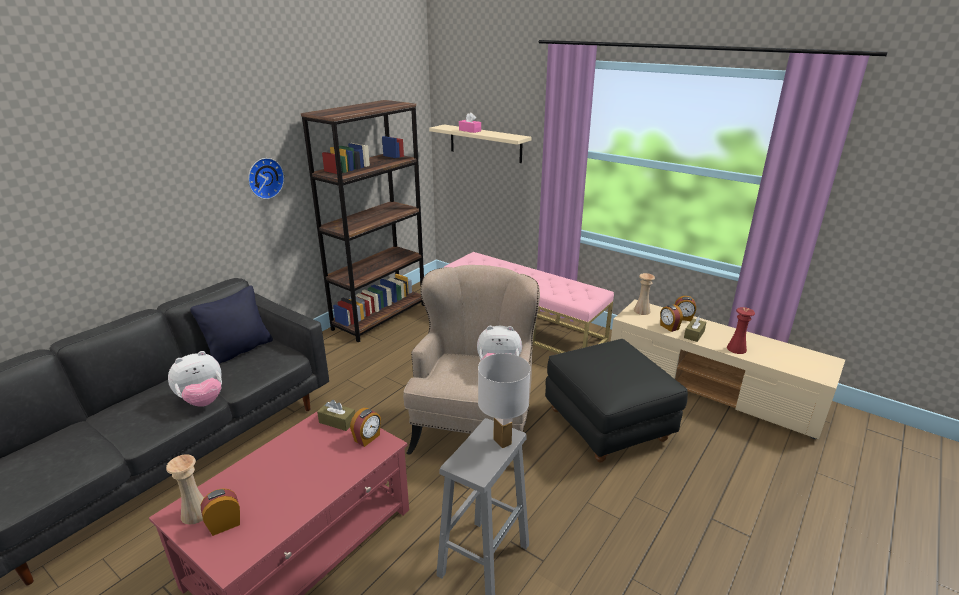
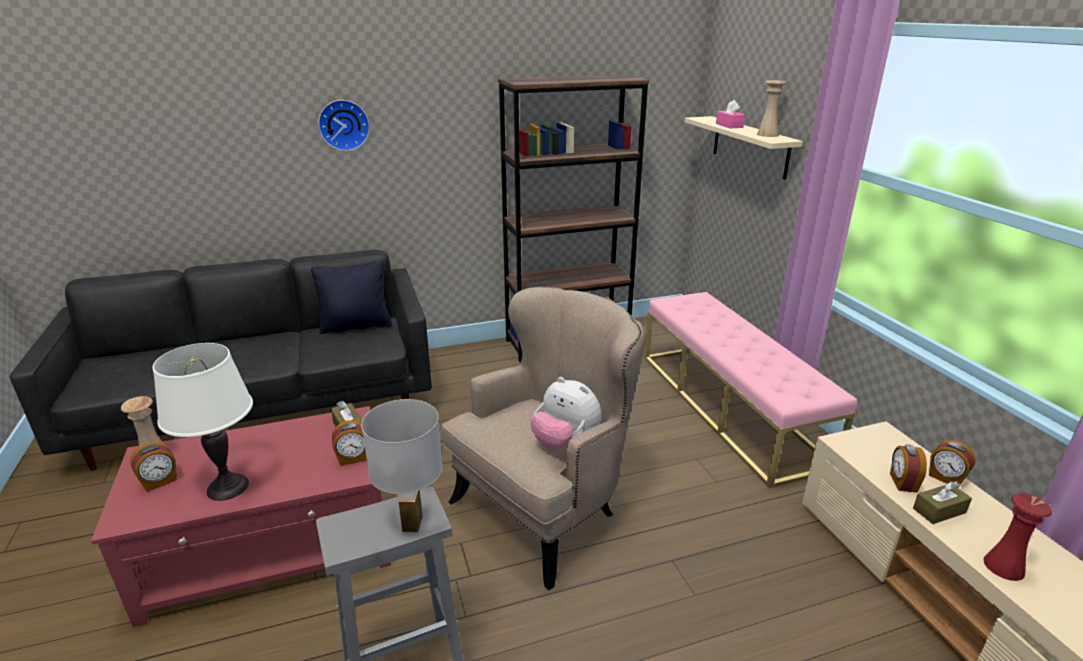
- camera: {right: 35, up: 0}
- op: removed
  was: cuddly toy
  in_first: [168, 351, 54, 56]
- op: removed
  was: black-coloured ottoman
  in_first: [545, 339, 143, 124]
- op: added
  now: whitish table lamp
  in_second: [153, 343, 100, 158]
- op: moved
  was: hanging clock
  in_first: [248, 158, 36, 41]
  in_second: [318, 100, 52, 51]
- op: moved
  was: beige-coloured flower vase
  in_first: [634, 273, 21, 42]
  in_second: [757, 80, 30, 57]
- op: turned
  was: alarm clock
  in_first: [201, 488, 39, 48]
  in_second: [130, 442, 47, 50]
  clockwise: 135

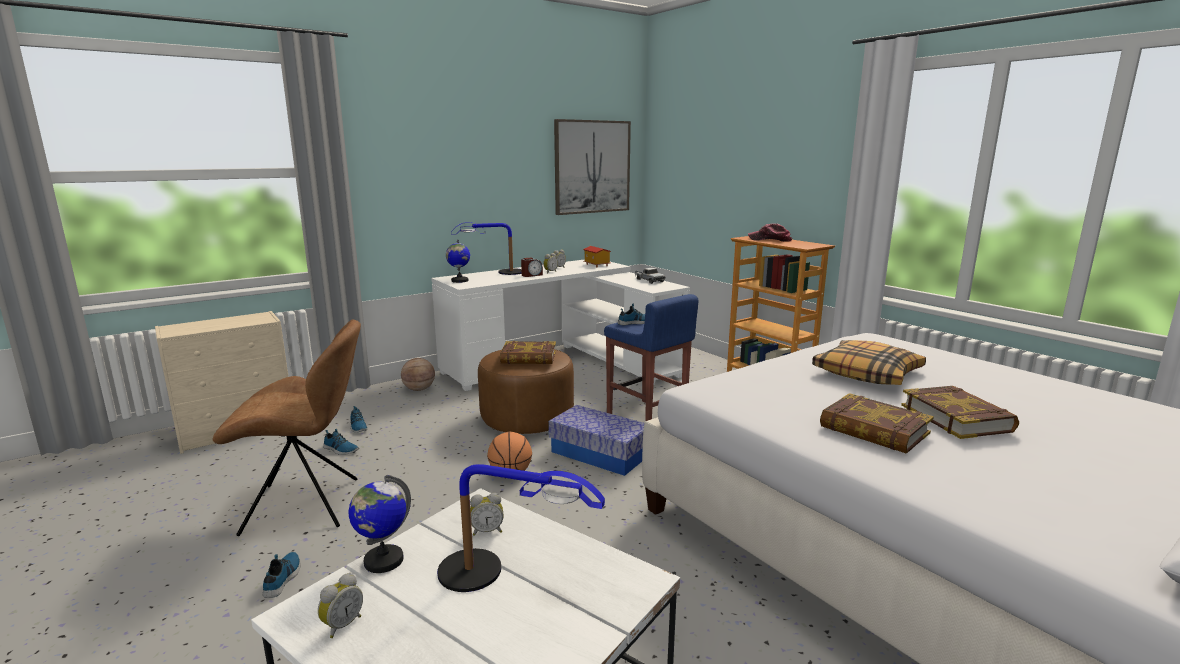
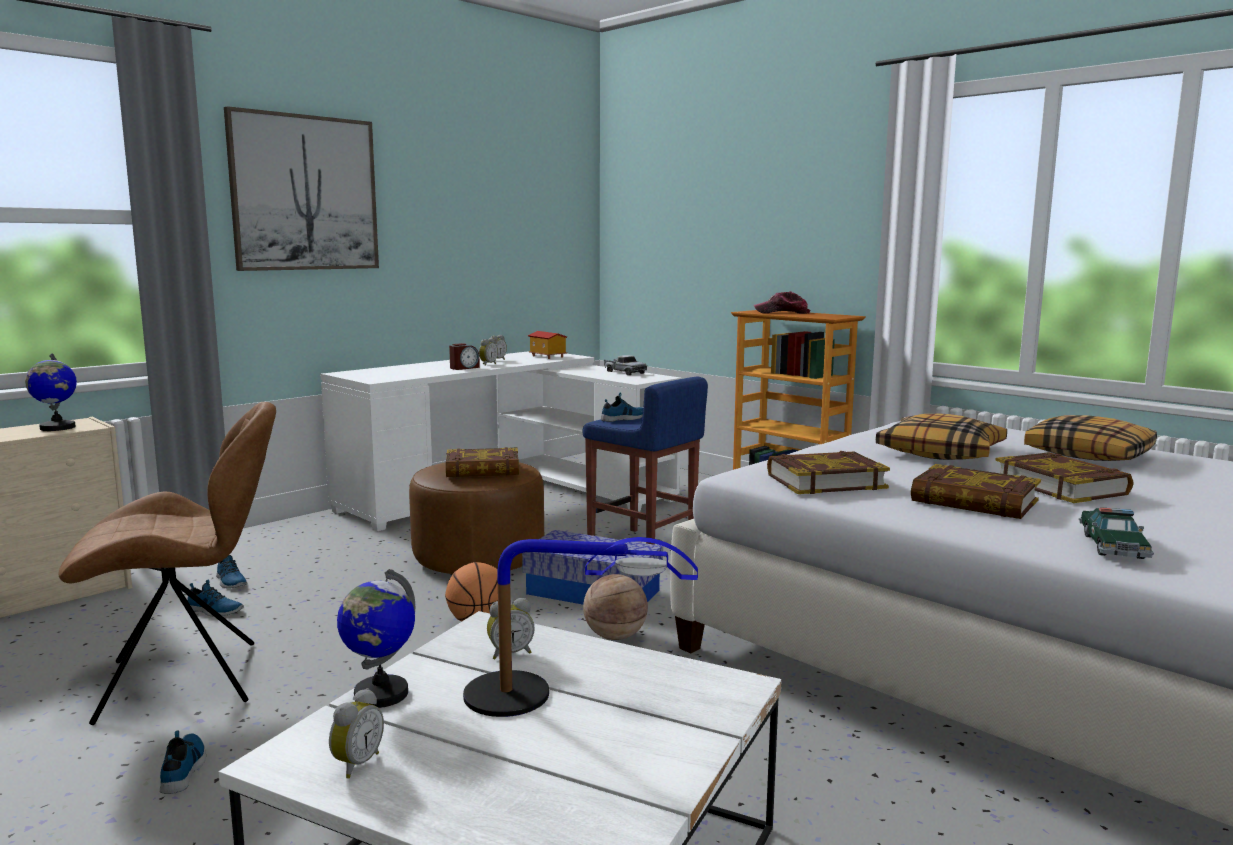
- camera: {right: -10, up: -5}
- op: removed
  was: table lamp
  in_first: [451, 222, 71, 53]
- op: added
  now: volume
  in_second: [767, 451, 123, 43]
- op: added
  now: throw pillow
  in_second: [1024, 415, 133, 46]
- op: added
  now: toy car
  in_second: [1079, 507, 75, 52]
- op: moved
  was: basketball ball
  in_first: [401, 358, 34, 33]
  in_second: [583, 574, 65, 66]
- op: moved
  was: globe
  in_first: [446, 240, 24, 43]
  in_second: [25, 353, 52, 78]
- op: moved
  was: wall art
  in_first: [554, 119, 77, 96]
  in_second: [224, 106, 155, 165]

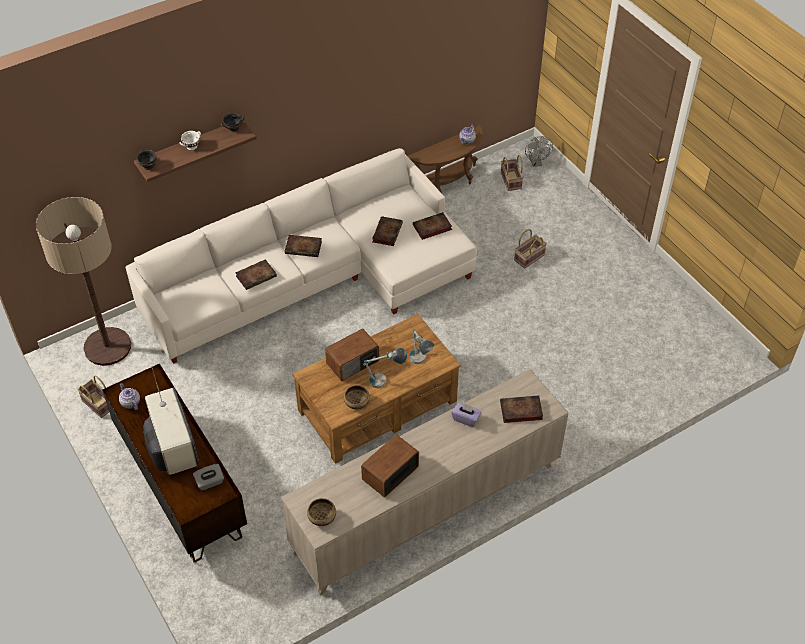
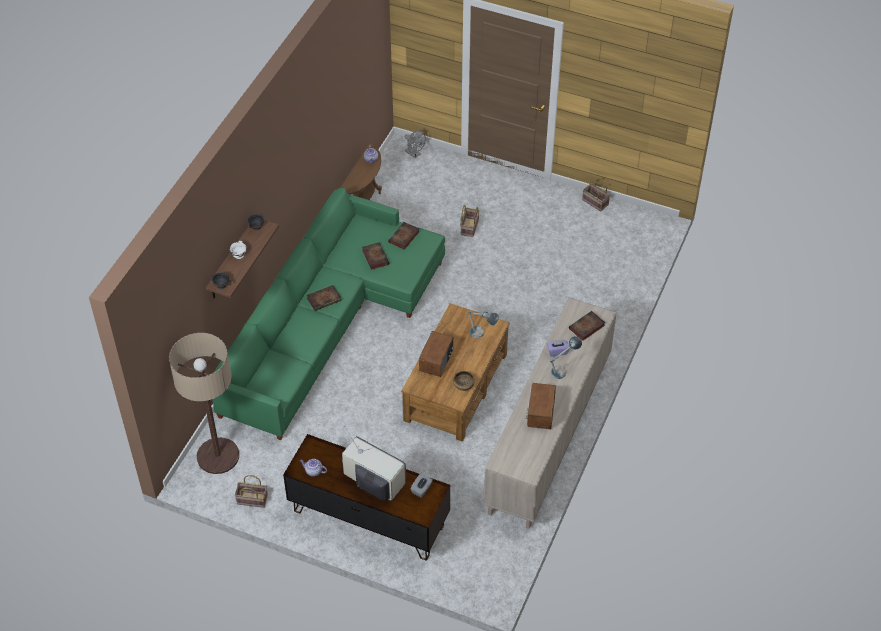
- camera: {right: -35, up: 0}
- op: removed
  was: volume
  in_first: [235, 259, 42, 31]
- op: removed
  was: bowl
  in_first: [307, 498, 29, 28]
- op: moved
  was: table lamp
  in_first: [364, 348, 43, 40]
  in_second: [550, 336, 32, 43]
- op: moved
  was: household basket
  in_first: [501, 155, 22, 36]
  in_second: [582, 178, 28, 34]
- op: recoloured
  was: whitish couch
  now: green couch
  in_first: [126, 148, 351, 216]
  in_second: [212, 188, 233, 252]

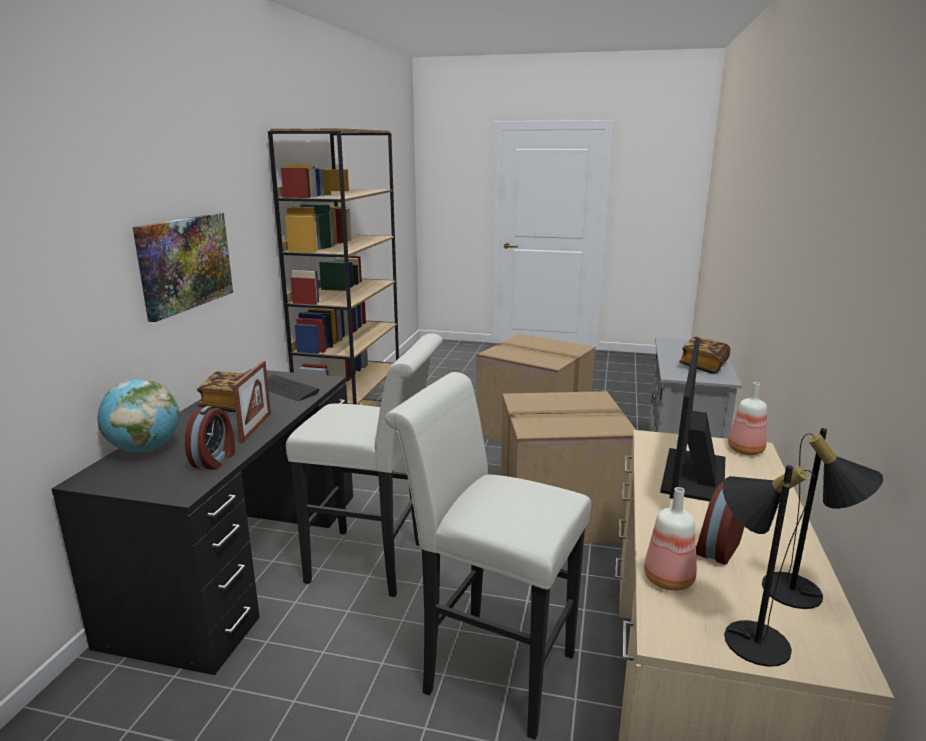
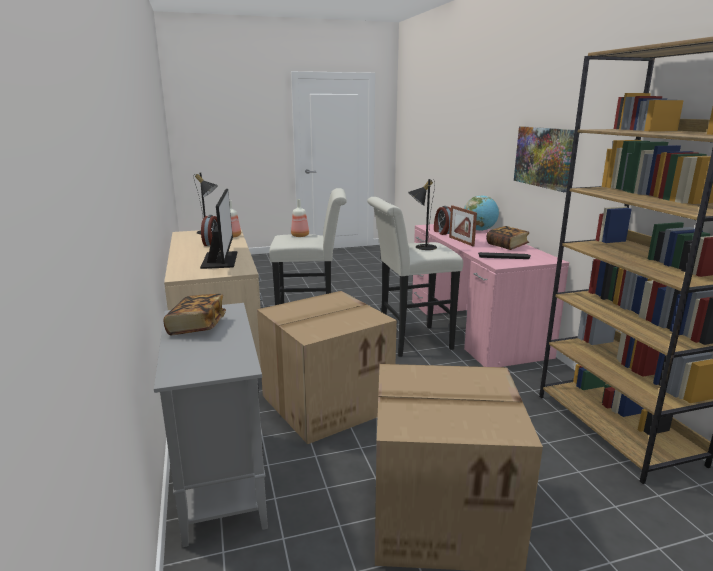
- camera: {right: 150, up: 0}
- op: moved
  was: beverage bottle
  in_first: [728, 382, 39, 73]
  in_second: [291, 199, 18, 38]
- op: moved
  was: black-coloured table lamp
  in_first: [762, 428, 121, 181]
  in_second: [408, 179, 29, 71]
- op: recoloured
  was: black-coloured desk table
  now: pink desk table
  in_first: [51, 369, 302, 306]
  in_second: [412, 224, 157, 143]

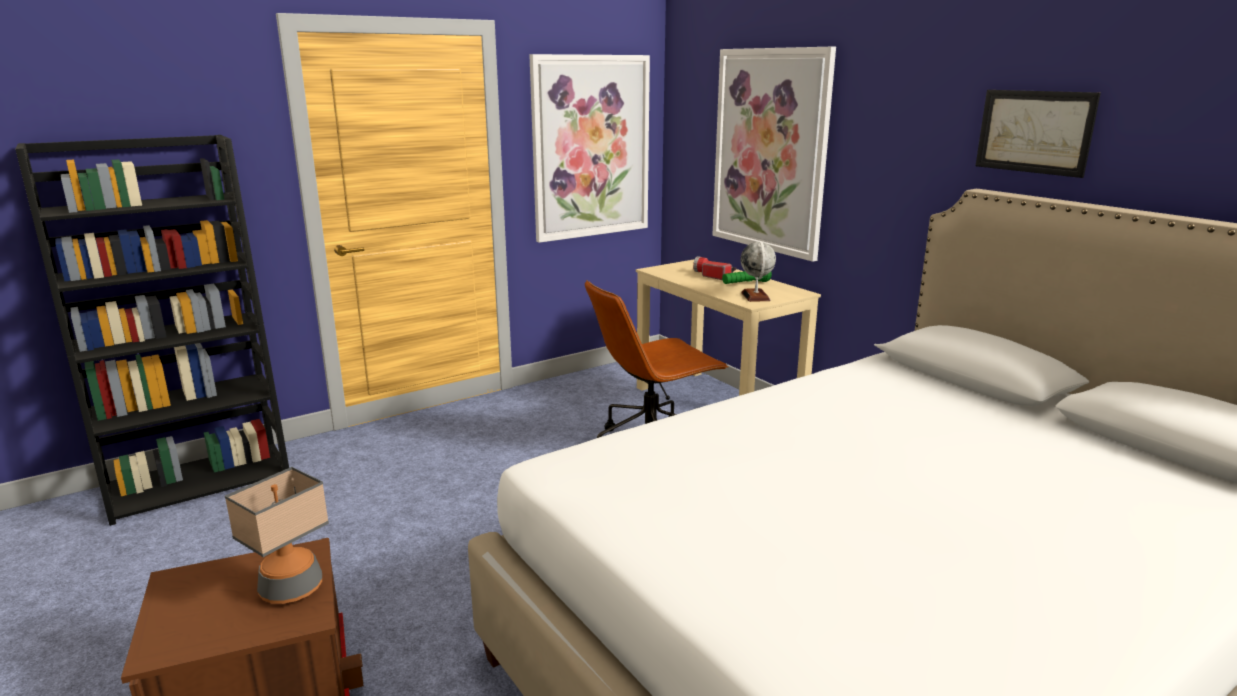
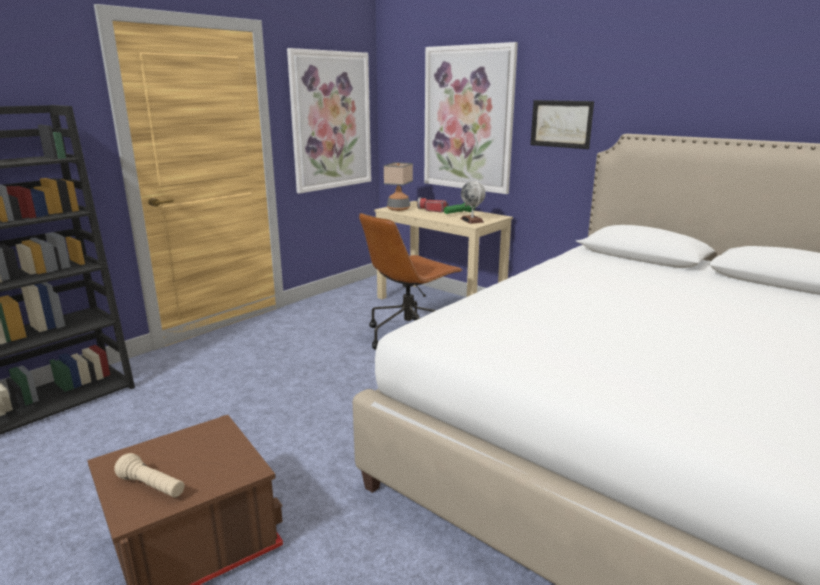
- camera: {right: -15, up: 0}
- op: added
  now: beige-coloured flashlight
  in_second: [114, 453, 70, 45]
- op: moved
  was: table lamp
  in_first: [225, 467, 104, 137]
  in_second: [384, 162, 29, 49]
- op: moved
  was: wall art
  in_first: [975, 90, 126, 88]
  in_second: [530, 100, 64, 49]

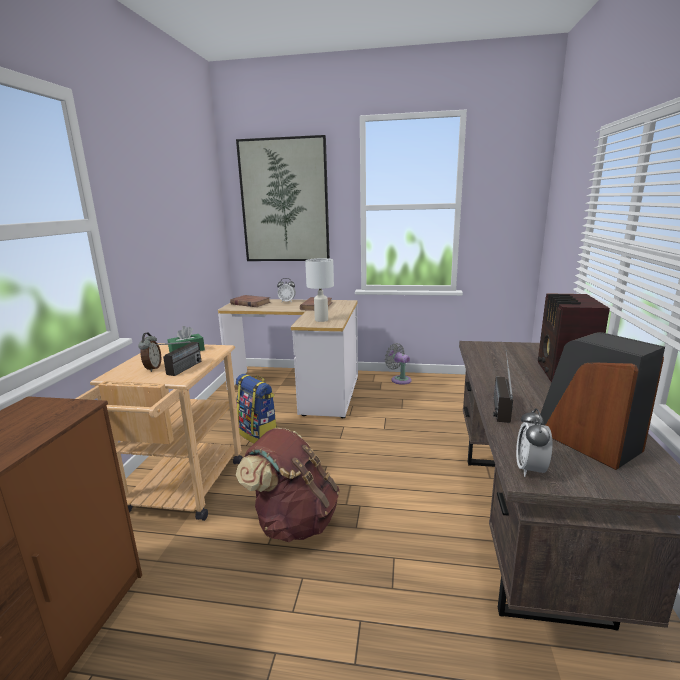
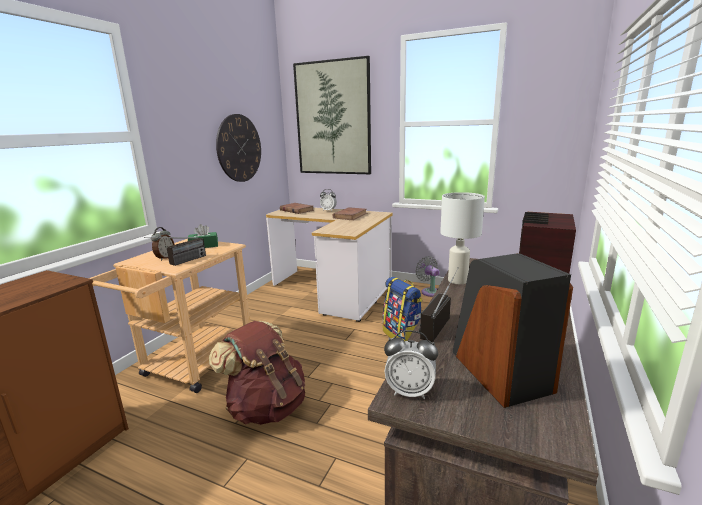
- camera: {right: 15, up: 0}
- op: added
  now: hanging clock
  in_second: [216, 114, 45, 68]
- op: moved
  was: backpack
  in_first: [236, 374, 42, 70]
  in_second: [383, 277, 40, 64]
- op: moved
  was: whitish table lamp
  in_first: [305, 258, 29, 64]
  in_second: [440, 192, 45, 92]
- op: turned
  was: alarm clock
  in_first: [516, 408, 36, 69]
  in_second: [384, 330, 54, 69]
  clockwise: -105

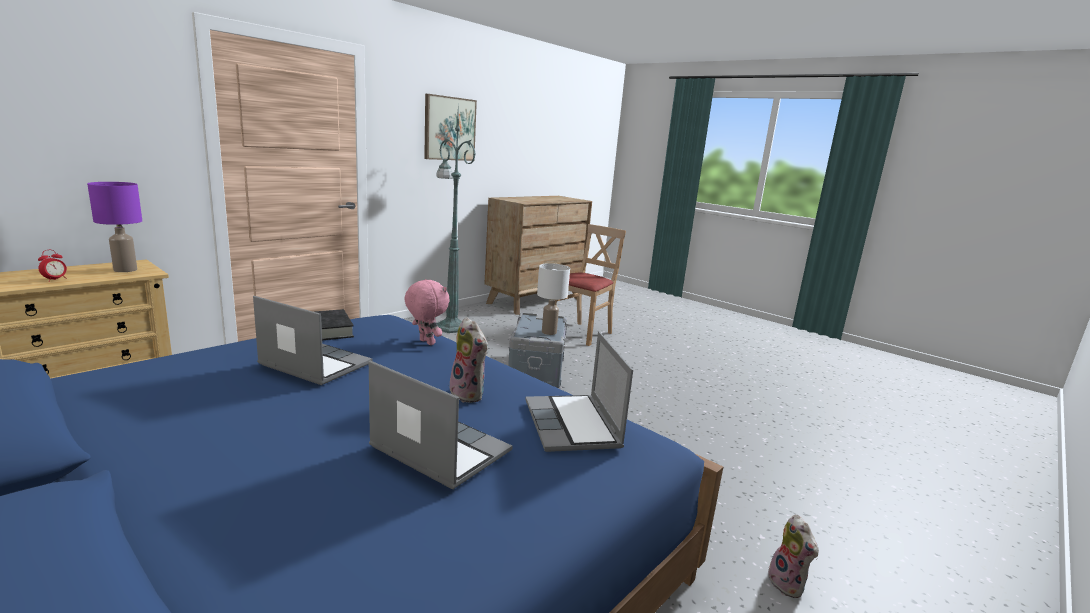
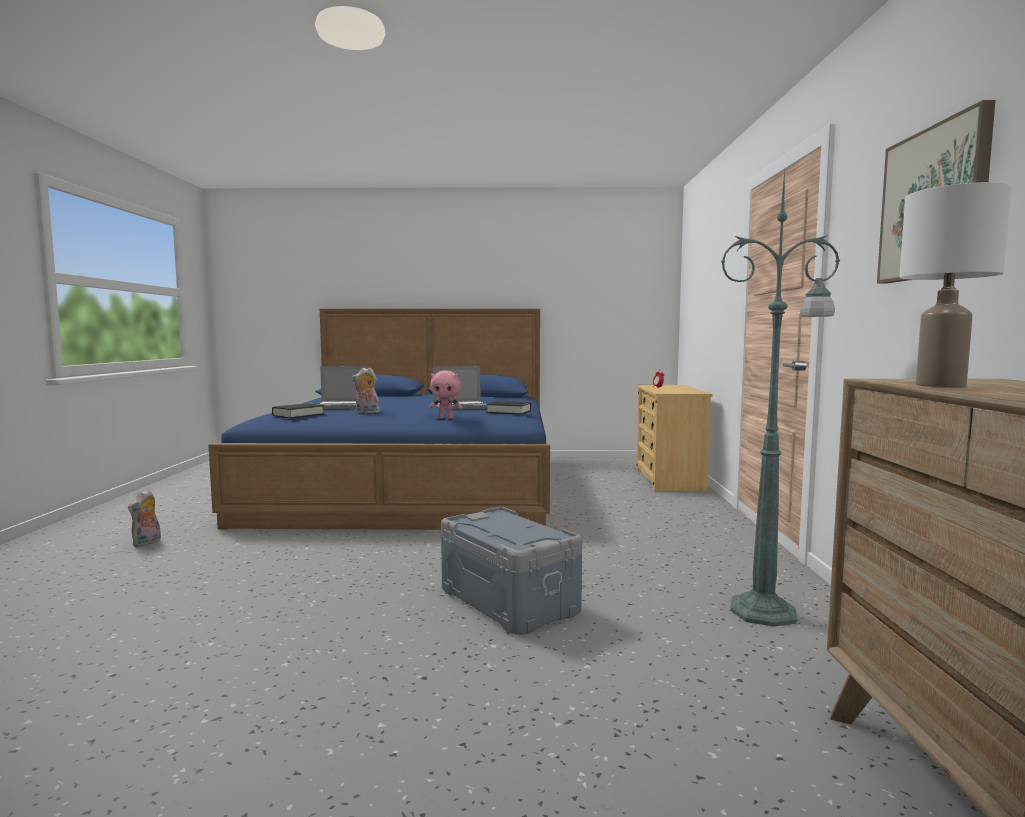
- camera: {right: 140, up: -10}
- op: removed
  was: purplish table lamp
  in_first: [87, 182, 55, 90]
- op: removed
  was: beige-coloured chair
  in_first: [555, 224, 71, 122]
- op: moved
  was: whitish table lamp
  in_first: [537, 263, 33, 72]
  in_second: [899, 182, 112, 206]
- op: replaced
  was: laptop
  now: black-coloured volume
  in_first: [525, 331, 108, 121]
  in_second: [272, 403, 52, 15]
- op: turned
  was: cuddly toy
  in_first: [768, 515, 51, 83]
  in_second: [128, 489, 33, 58]
  clockwise: -105

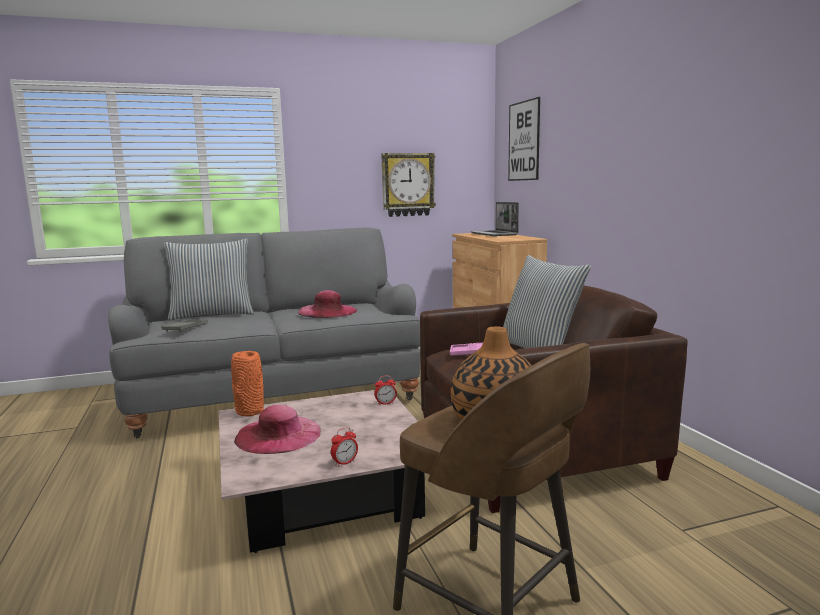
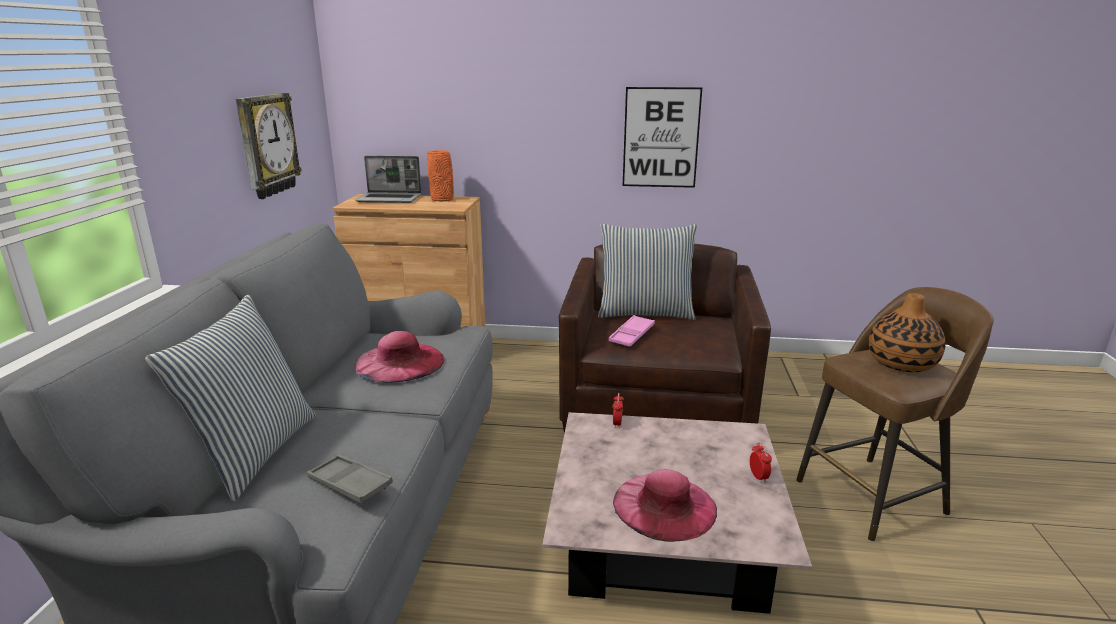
- camera: {right: -65, up: 10}
- op: moved
  was: orangey flower vase
  in_first: [231, 351, 33, 65]
  in_second: [427, 150, 27, 51]
- op: moved
  was: wall art
  in_first: [508, 97, 32, 84]
  in_second: [623, 87, 79, 101]

